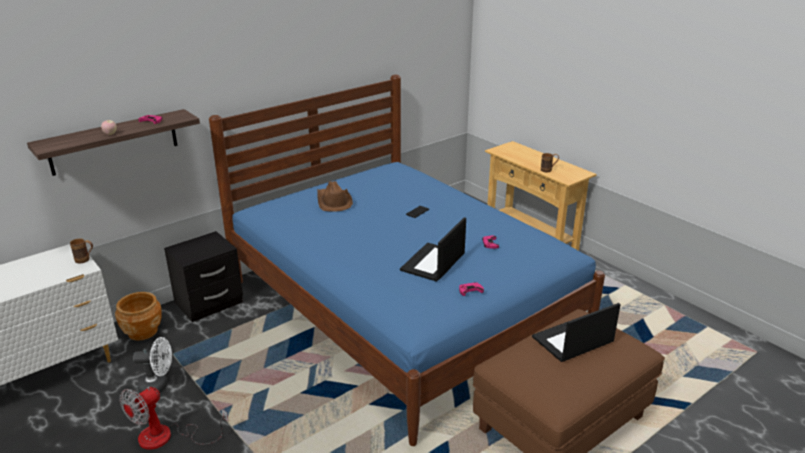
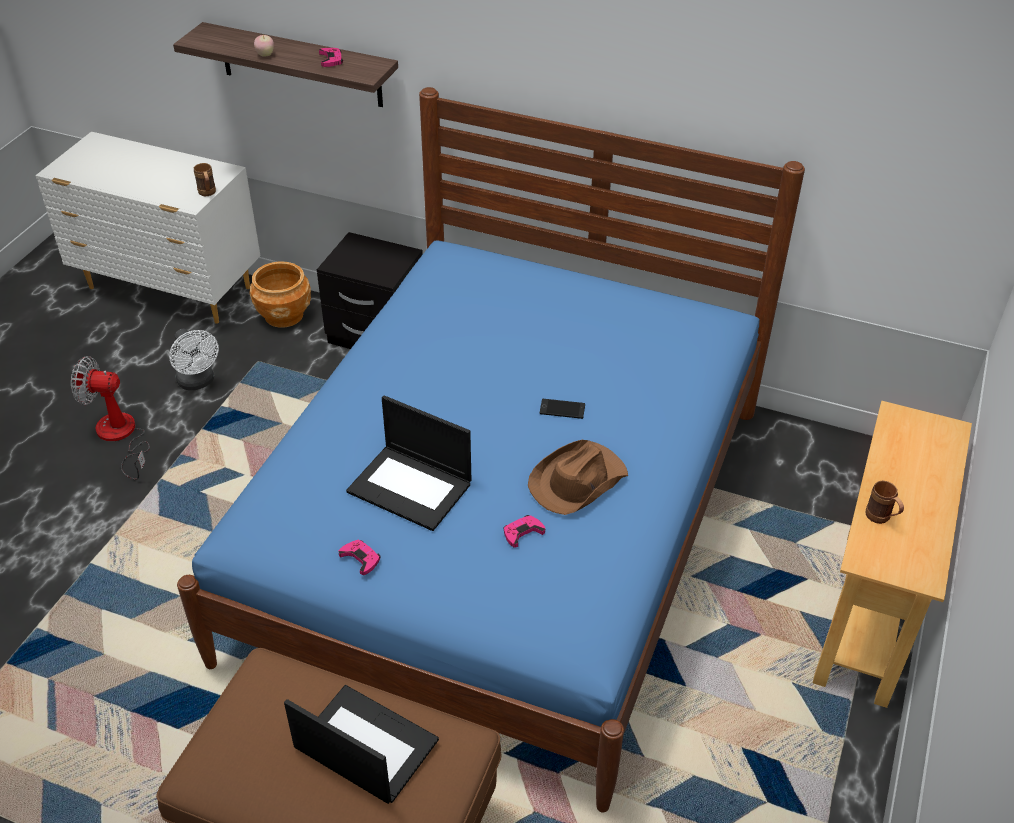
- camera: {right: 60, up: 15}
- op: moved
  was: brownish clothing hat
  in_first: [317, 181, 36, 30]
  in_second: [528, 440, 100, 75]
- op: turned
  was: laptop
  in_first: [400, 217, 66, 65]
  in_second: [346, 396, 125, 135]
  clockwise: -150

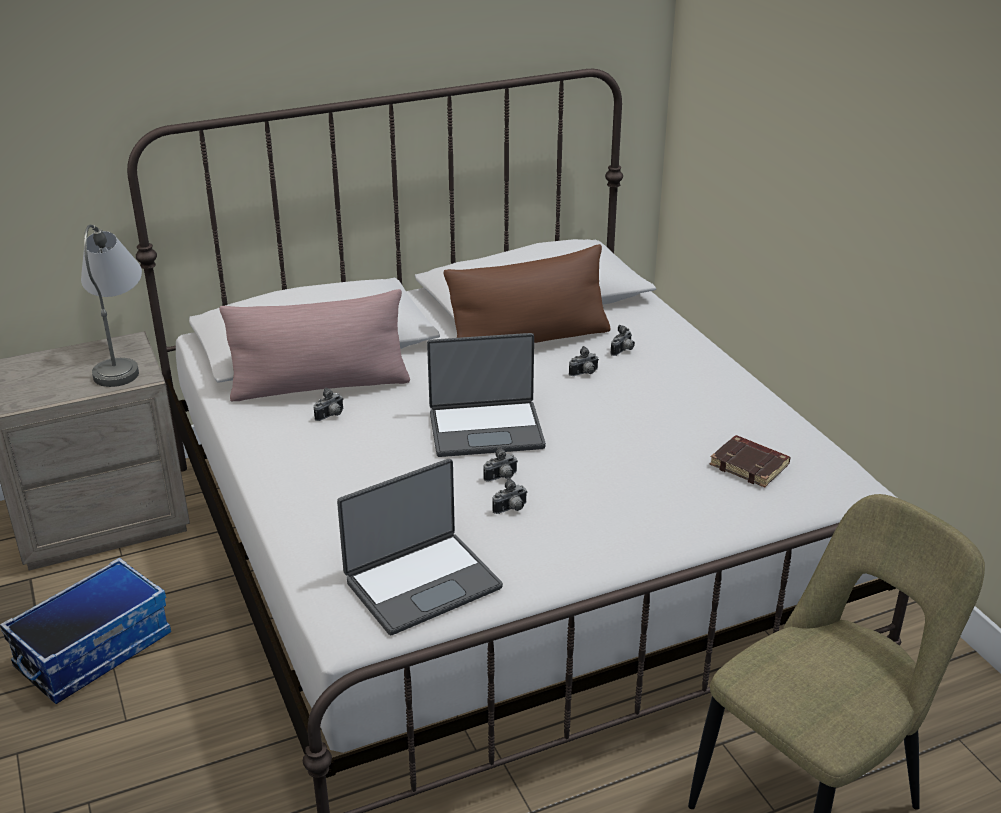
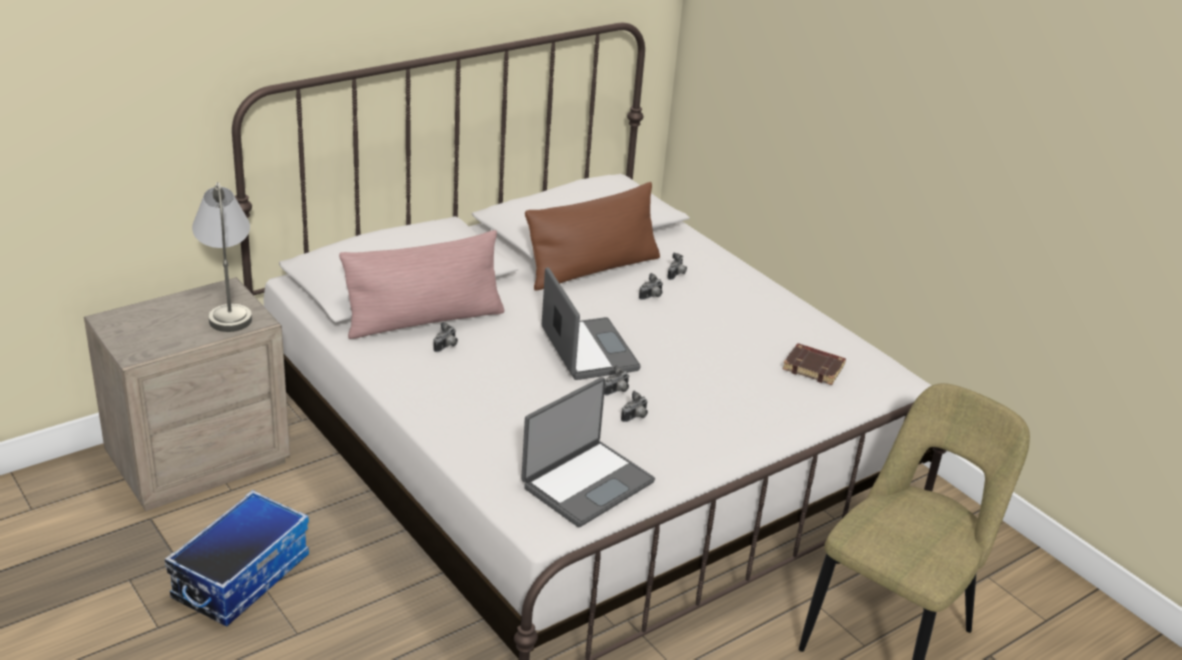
- camera: {right: -15, up: 0}
- op: turned
  was: laptop
  in_first: [427, 333, 119, 124]
  in_second: [542, 268, 99, 112]
  clockwise: -90

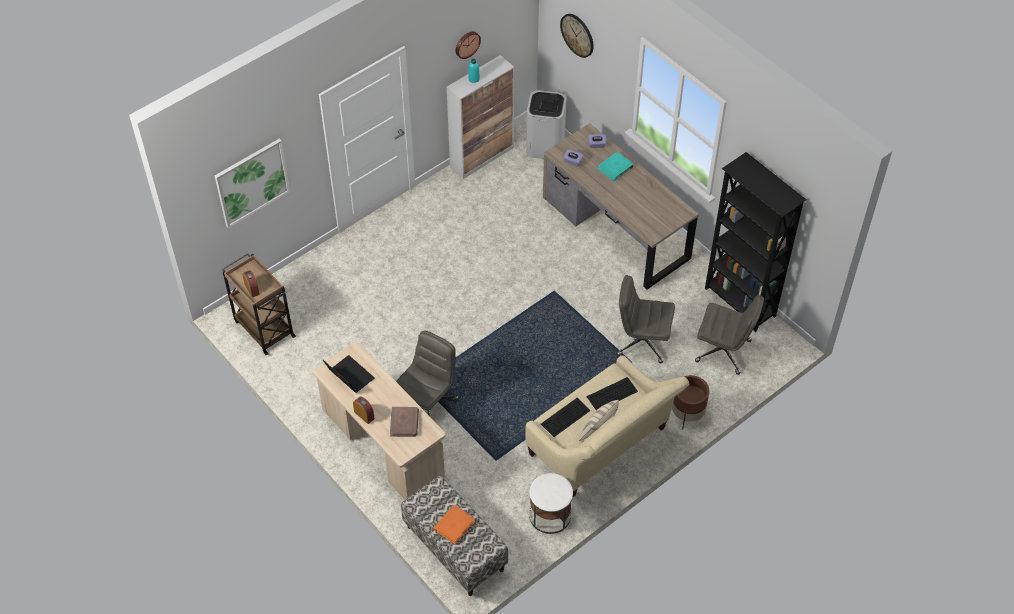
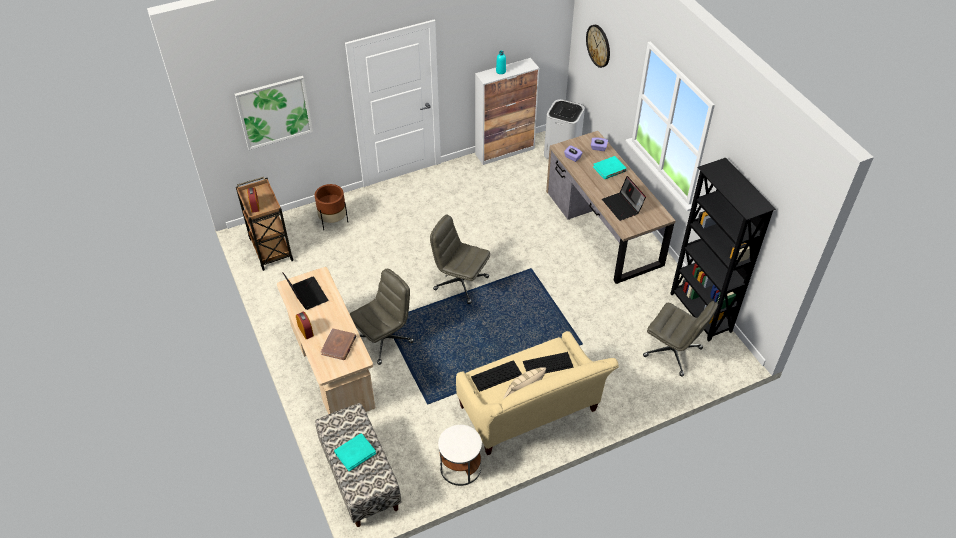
- camera: {right: 15, up: -5}
- op: removed
  was: hanging clock
  in_first: [456, 32, 25, 27]
- op: added
  now: laptop
  in_second: [602, 176, 44, 45]
- op: moved
  was: greyish computer chair
  in_first: [617, 275, 58, 88]
  in_second: [430, 214, 60, 90]
- op: moved
  was: brownish flower pot
  in_first: [672, 375, 37, 55]
  in_second: [314, 184, 34, 46]
- op: recoloured
  was: orangey volume
  now: blue-green volume
  in_first: [433, 505, 42, 39]
  in_second: [334, 434, 42, 37]

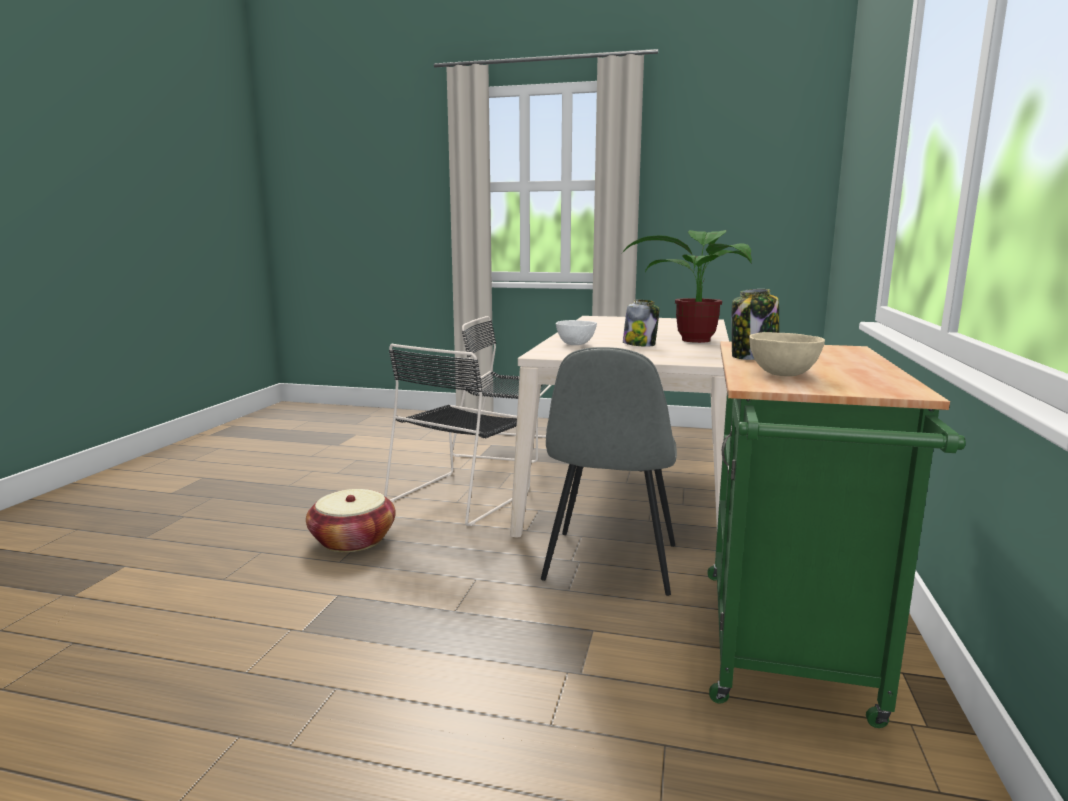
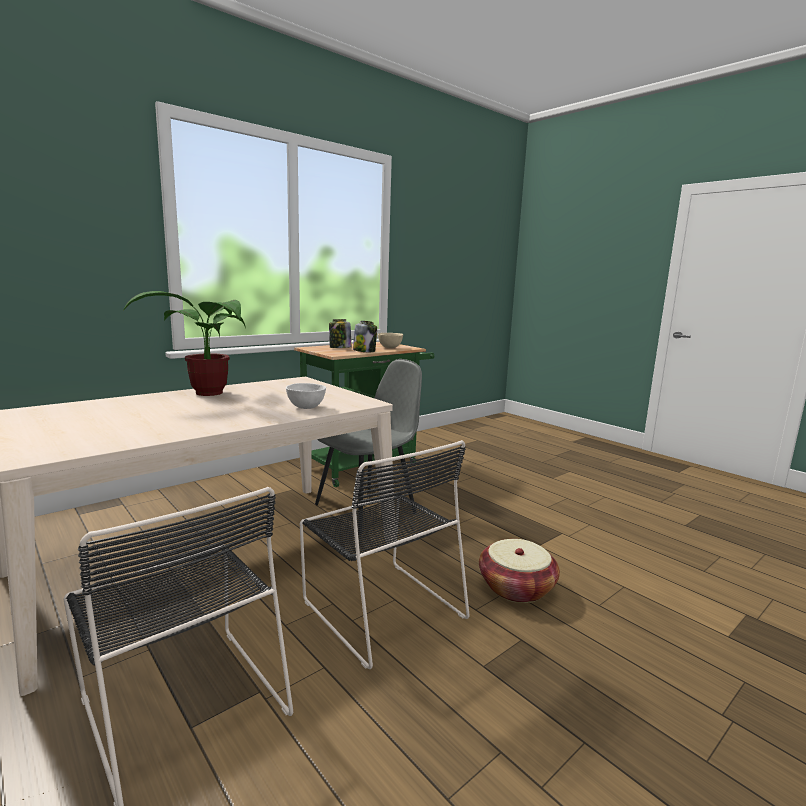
- camera: {right: -145, up: 0}
- op: moved
  was: preserve jar
  in_first: [623, 300, 36, 47]
  in_second: [329, 319, 22, 29]
- op: turned
  was: black-coloured chair
  in_first: [384, 344, 146, 182]
  in_second: [300, 440, 170, 229]
  clockwise: 75

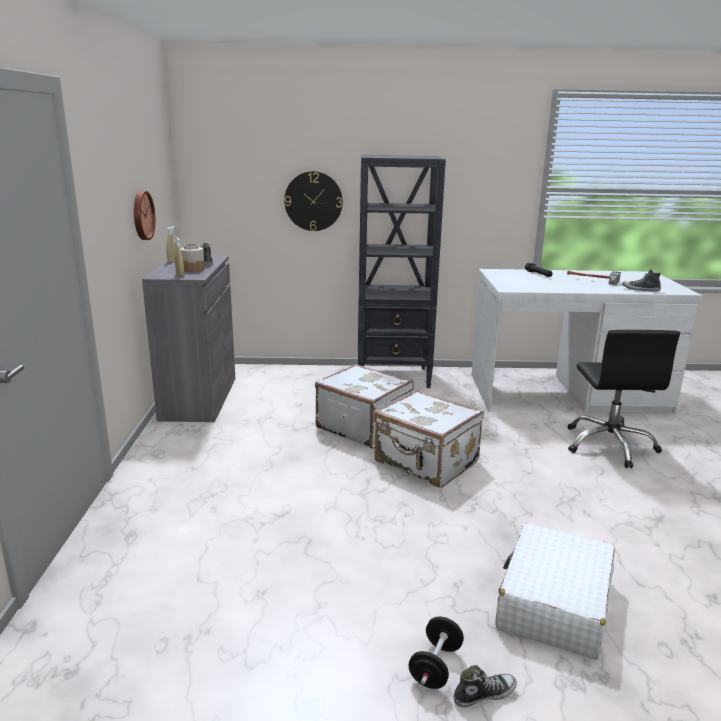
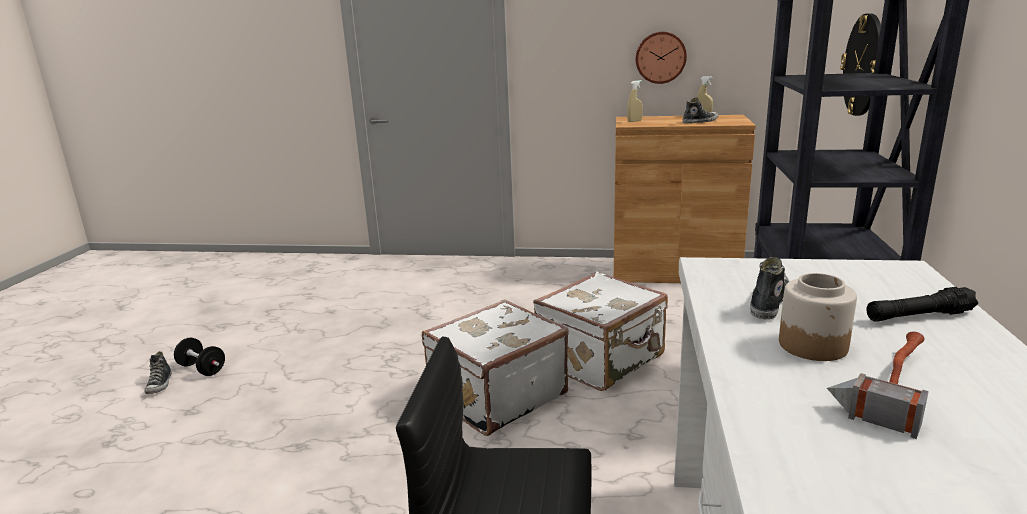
- camera: {right: 100, up: 0}
- op: removed
  was: whitish suitcase
  in_first: [495, 523, 120, 136]
- op: moved
  was: preserve jar
  in_first: [181, 244, 24, 28]
  in_second: [779, 273, 78, 88]
- op: moved
  was: low shoe
  in_first: [622, 269, 39, 23]
  in_second: [750, 257, 40, 63]
- op: recoloured
  was: greyish cupboard
  now: brownish cupboard
  in_first: [142, 255, 93, 167]
  in_second: [614, 115, 142, 168]

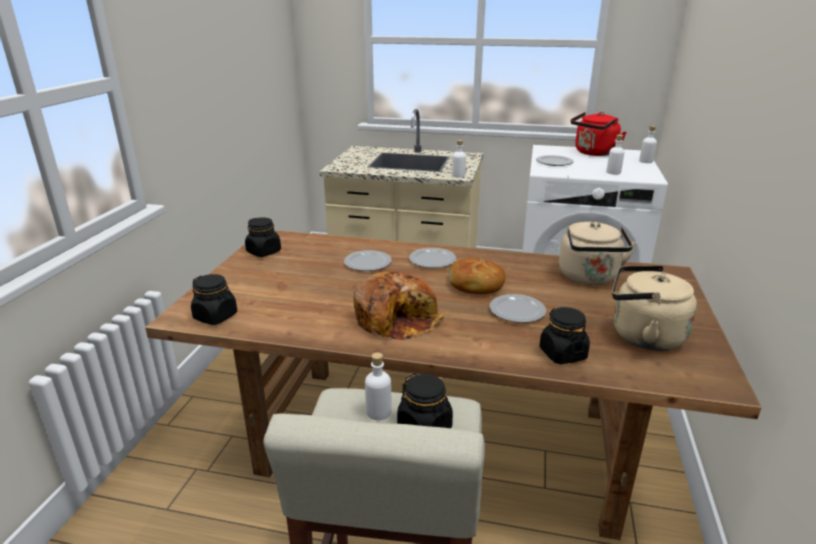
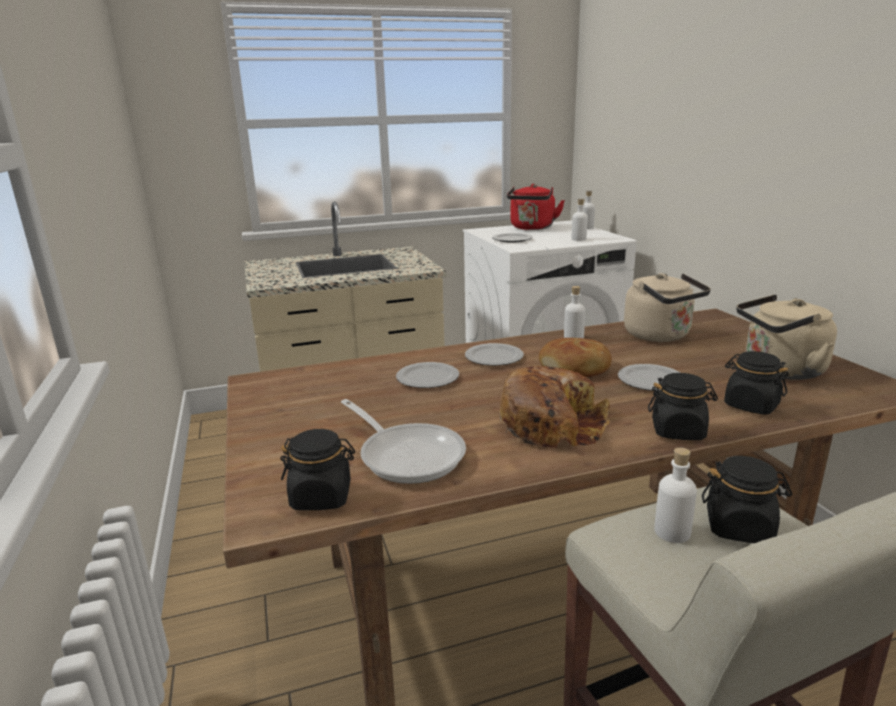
- camera: {right: -30, up: -5}
- op: added
  now: frying pan
  in_second: [341, 399, 125, 85]
- op: moved
  was: black-coloured preserve jar
  in_first: [245, 217, 36, 40]
  in_second: [648, 373, 70, 67]
- op: moved
  was: whitish beverage bottle
  in_first: [452, 140, 14, 38]
  in_second: [564, 286, 21, 52]

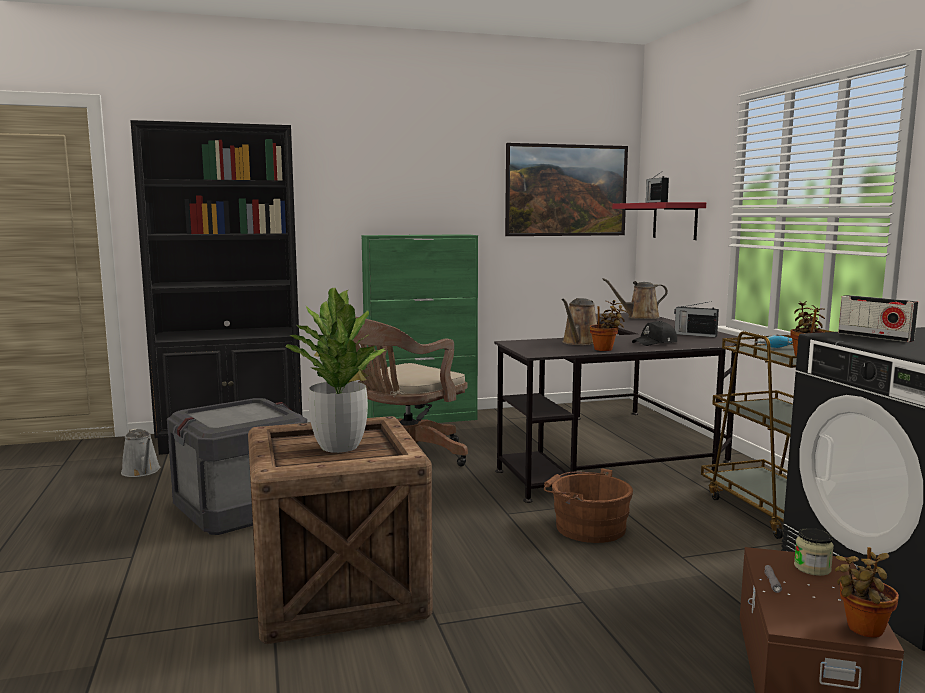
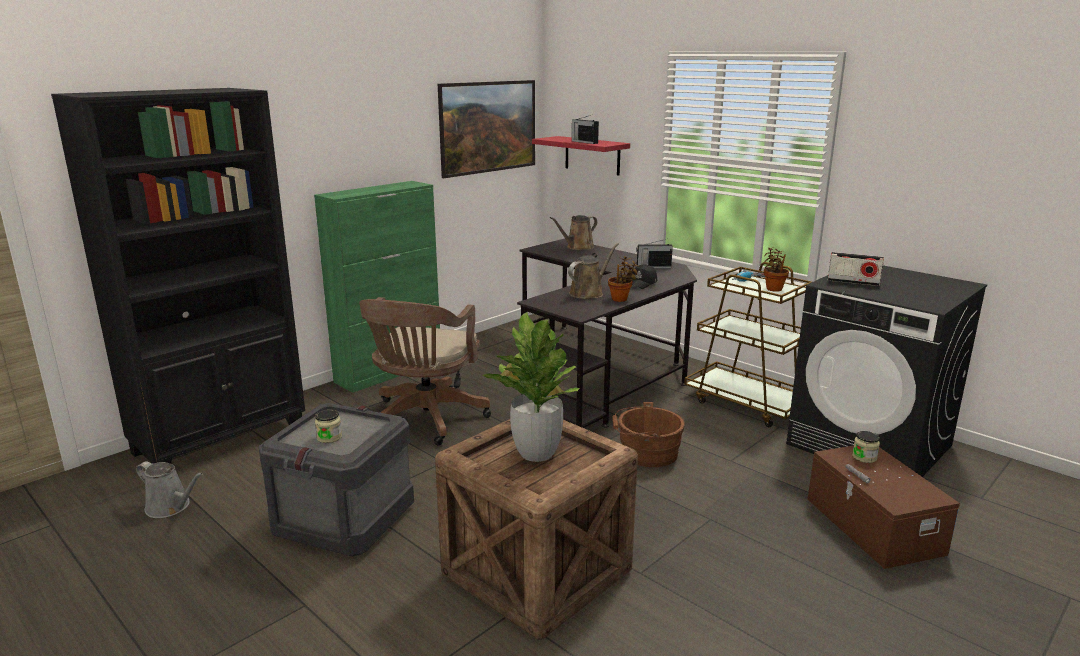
- camera: {right: -30, up: 10}
- op: removed
  was: houseplant
  in_first: [835, 547, 64, 91]
- op: added
  now: preserve jar
  in_second: [315, 409, 27, 34]
- op: turned
  was: brownish watering pot
  in_first: [562, 298, 35, 47]
  in_second: [568, 243, 51, 56]
  clockwise: -135

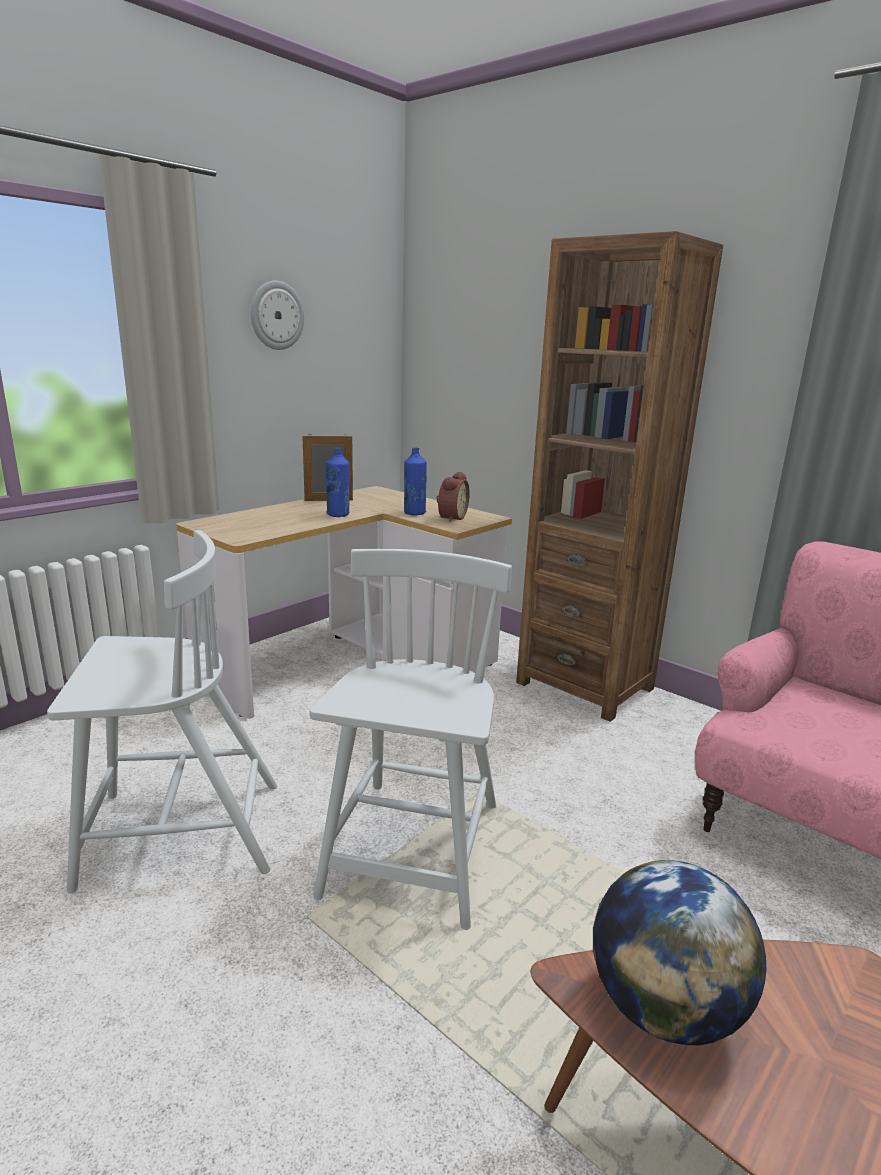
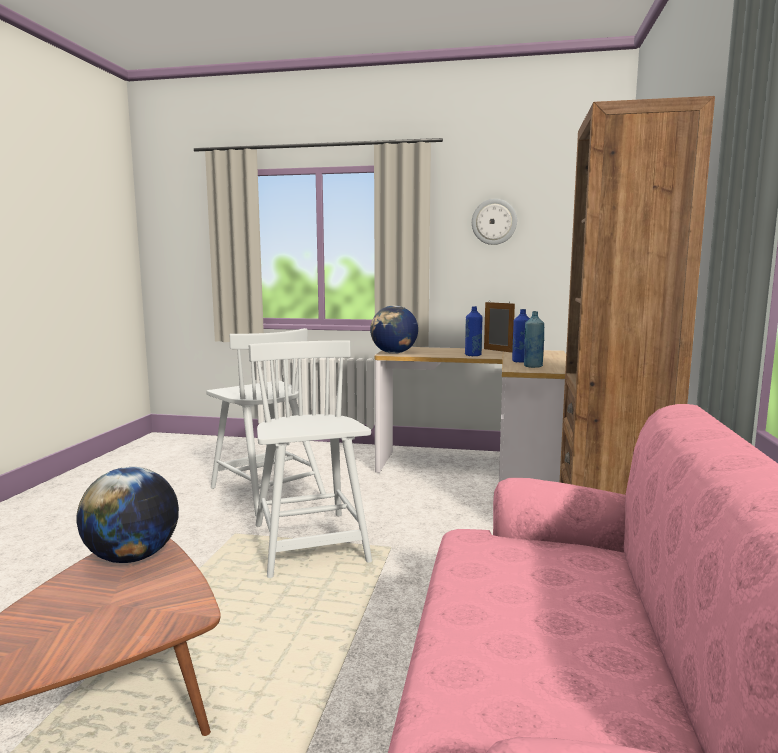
- camera: {right: 60, up: -10}
- op: added
  now: globe
  in_second: [370, 305, 48, 49]
- op: replaced
  was: alarm clock
  now: blue-coloured beverage bottle
  in_first: [436, 471, 34, 52]
  in_second: [524, 311, 21, 57]
- op: turned
  was: whitish chair
  in_first: [309, 549, 203, 381]
  in_second: [249, 340, 123, 238]
  clockwise: -90

